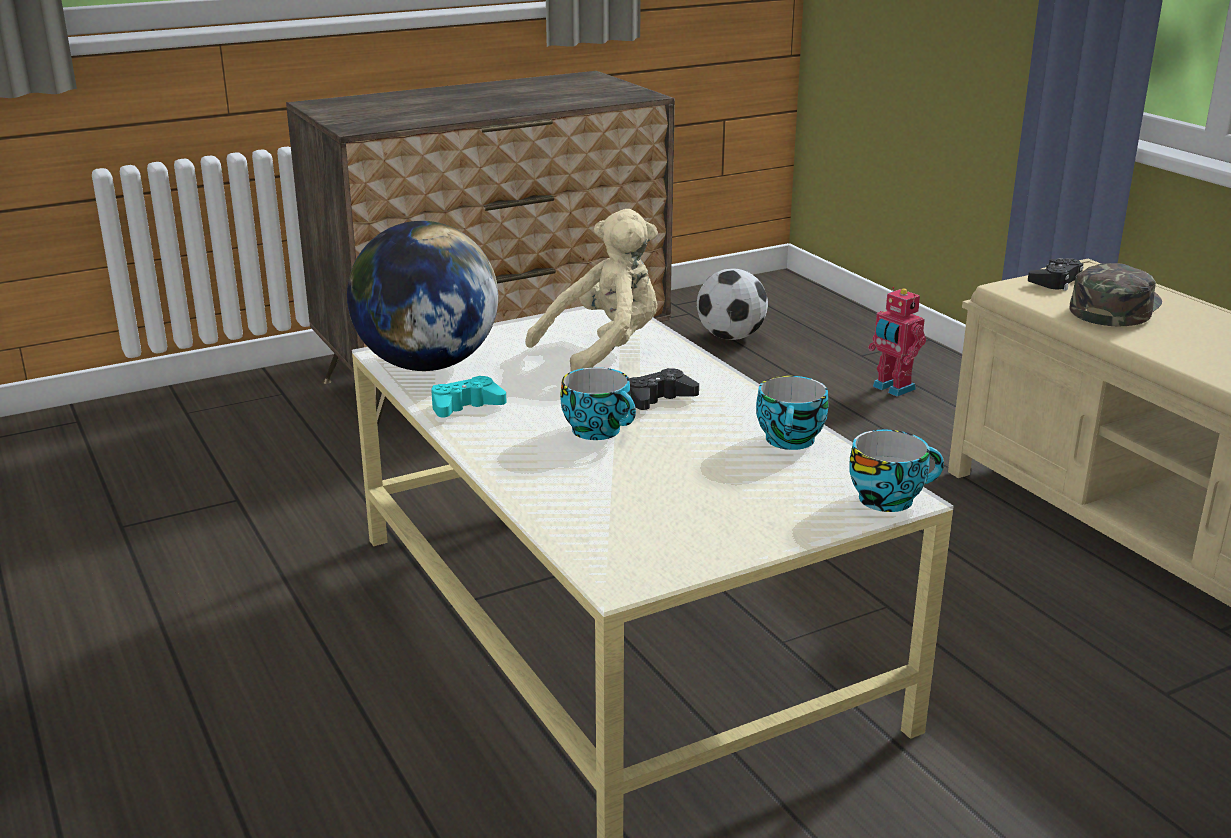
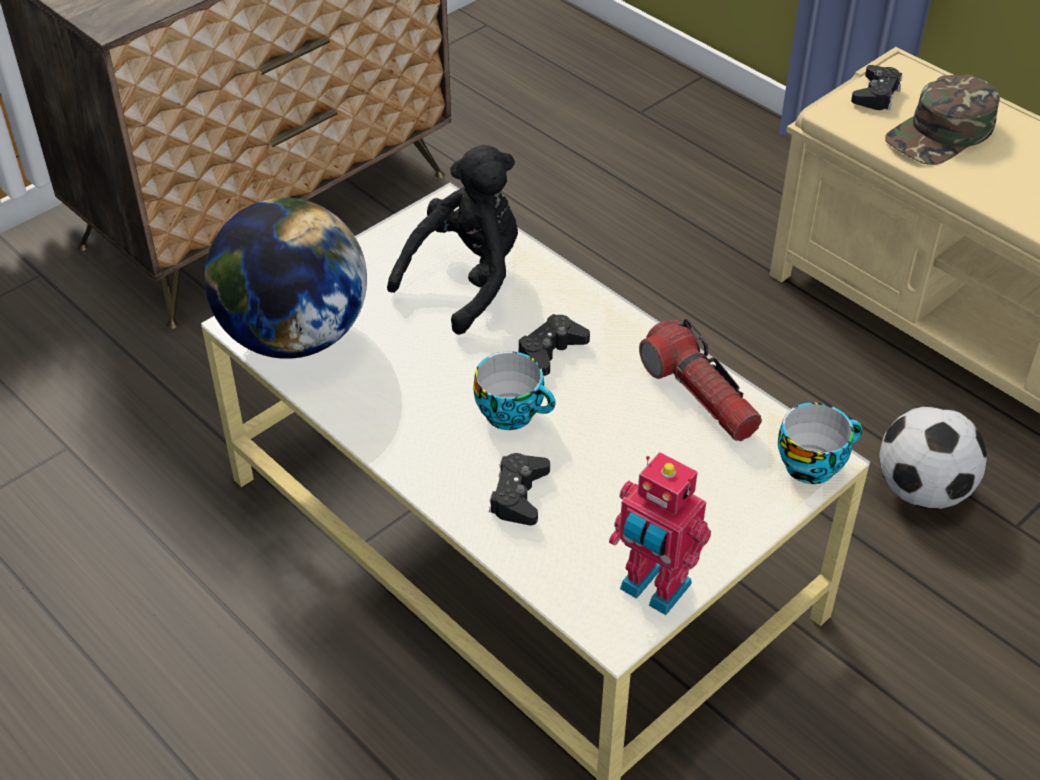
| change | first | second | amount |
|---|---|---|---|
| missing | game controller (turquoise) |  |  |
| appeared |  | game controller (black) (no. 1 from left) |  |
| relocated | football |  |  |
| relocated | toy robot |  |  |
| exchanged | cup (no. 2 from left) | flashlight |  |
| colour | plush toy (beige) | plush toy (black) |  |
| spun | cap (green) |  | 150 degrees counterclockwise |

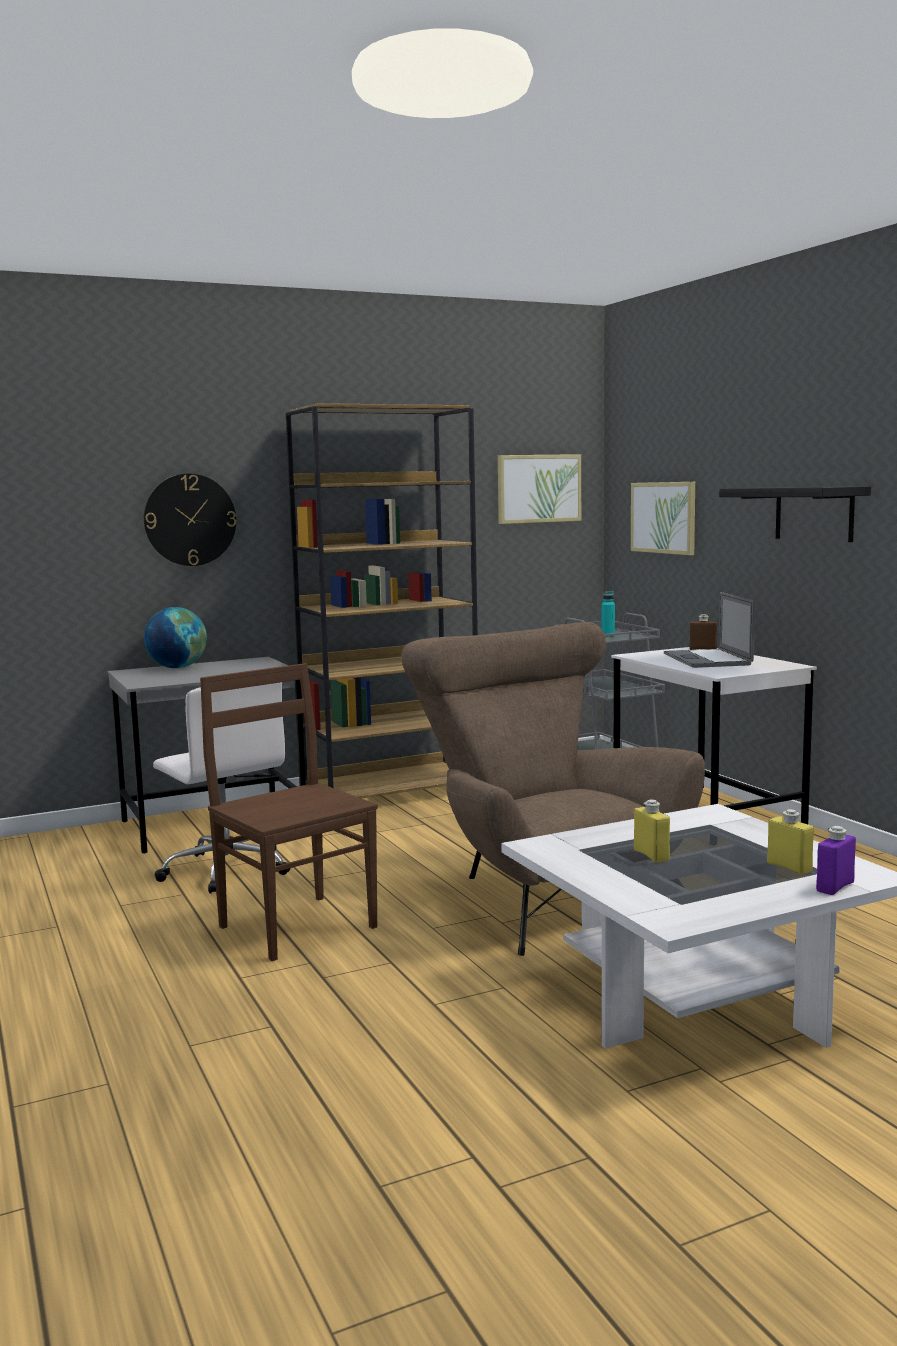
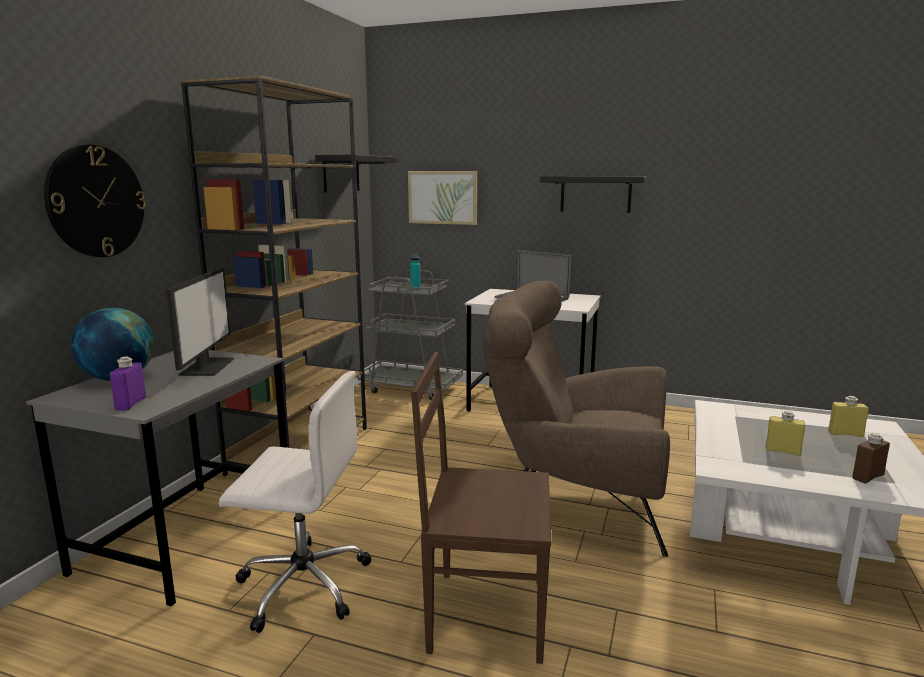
| change | first | second | amount |
|---|---|---|---|
| appeared |  | monitor |  |
| relocated | bottle (brown) |  |  |
| relocated | bottle (purple) |  |  |
| exchanged | picture (no. 1 from left) | shelf (black) (no. 1 from left) |  |

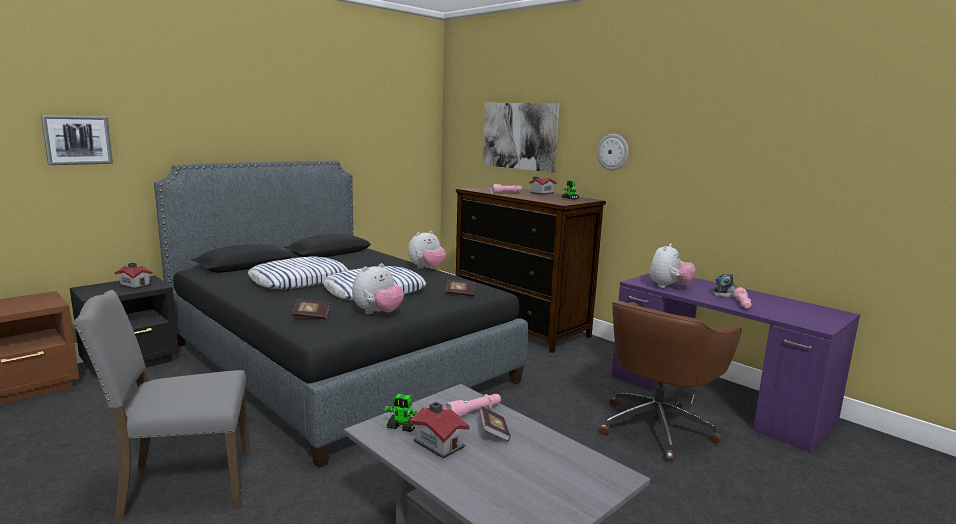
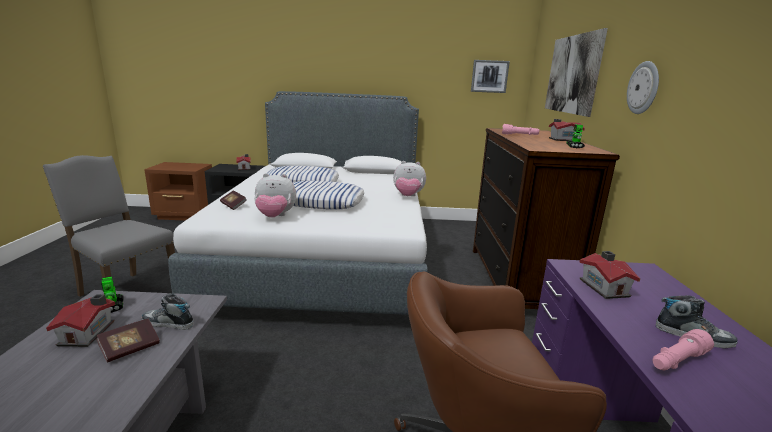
| change | first | second | amount |
|---|---|---|---|
| missing | book (no. 2 from left) |  |  |
| relocated | picture (no. 1 from left) |  |  |
| exchanged | flashlight (pink) (no. 1 from left) | shoe (no. 1 from left) |  |
| exchanged | plush toy (no. 3 from left) | toy house (no. 4 from left) |  |
| colour | bed (black) | bed (white) |  |

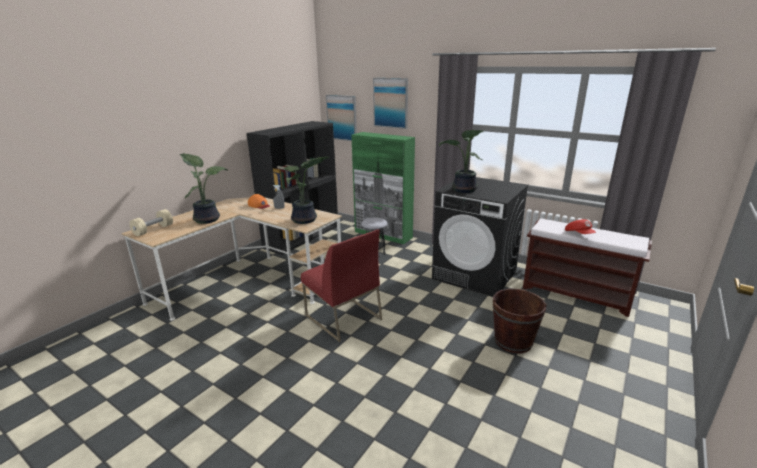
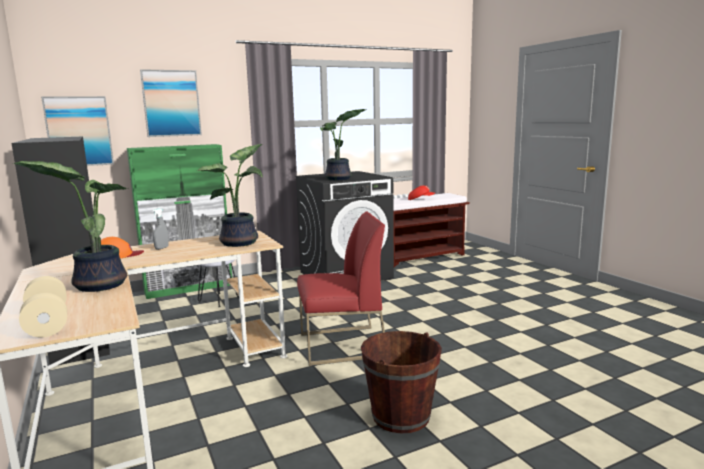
| change | first | second | amount |
|---|---|---|---|
| relocated | bucket (brown) |  |  |

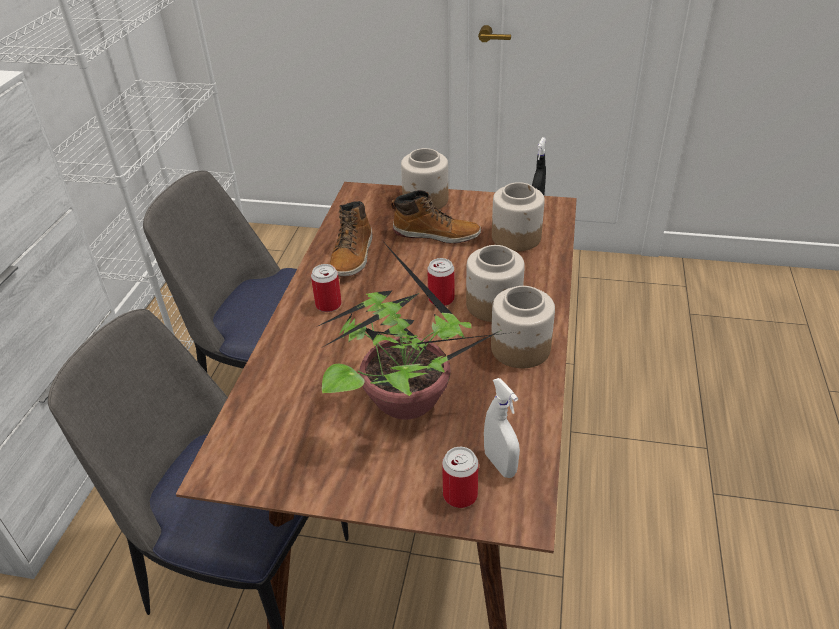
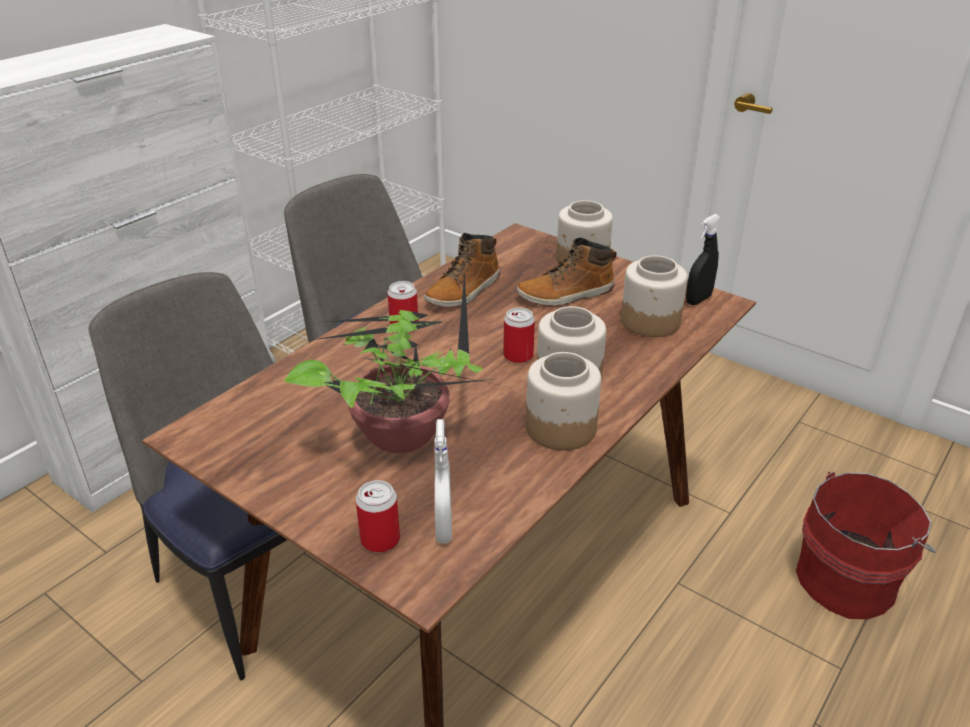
| change | first | second | amount |
|---|---|---|---|
| appeared |  | bucket (red) |  |
| spun | boot (no. 2 from left) |  | 120 degrees clockwise |

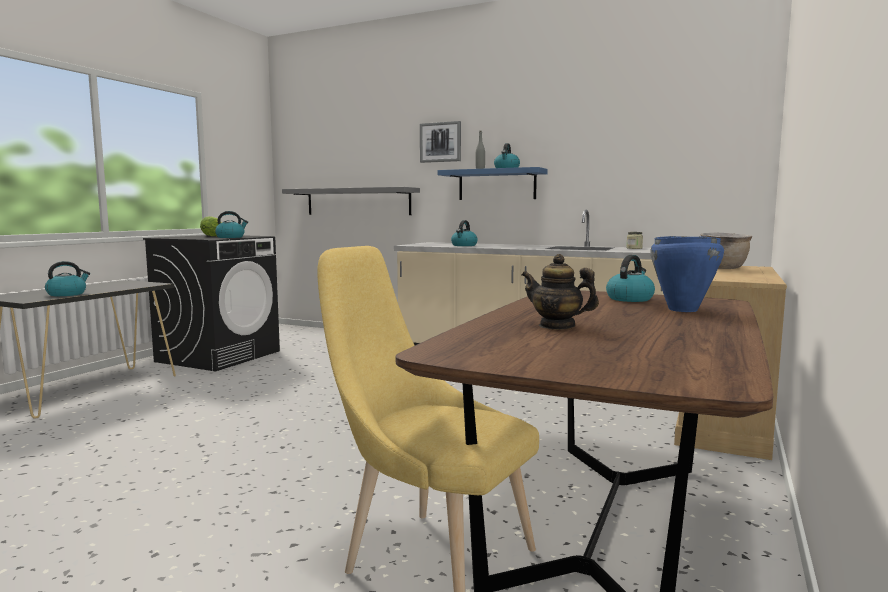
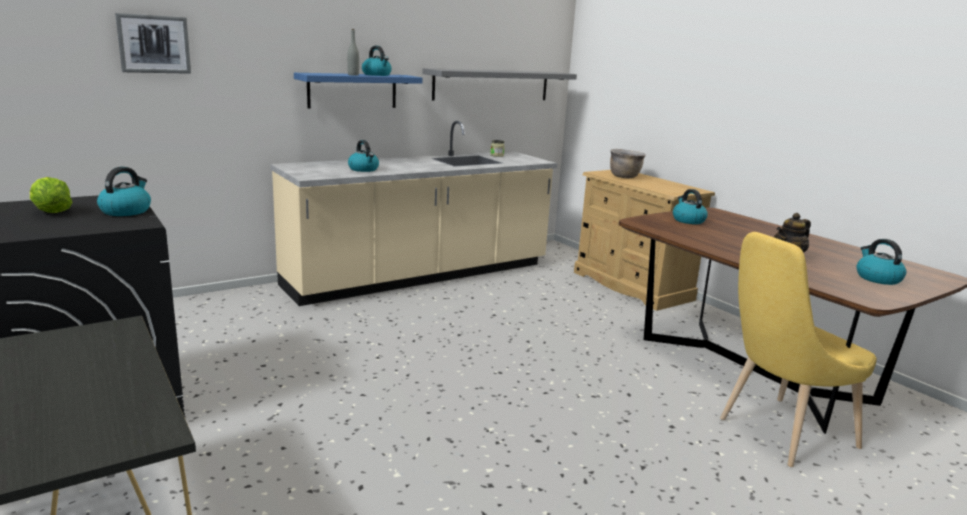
| change | first | second | amount |
|---|---|---|---|
| missing | cooking pot (blue) |  |  |
| relocated | kettle (no. 1 from left in the first image) | kettle (no. 5 from left) |  |
| relocated | shelf (grey) |  |  |
| relocated | picture |  |  |

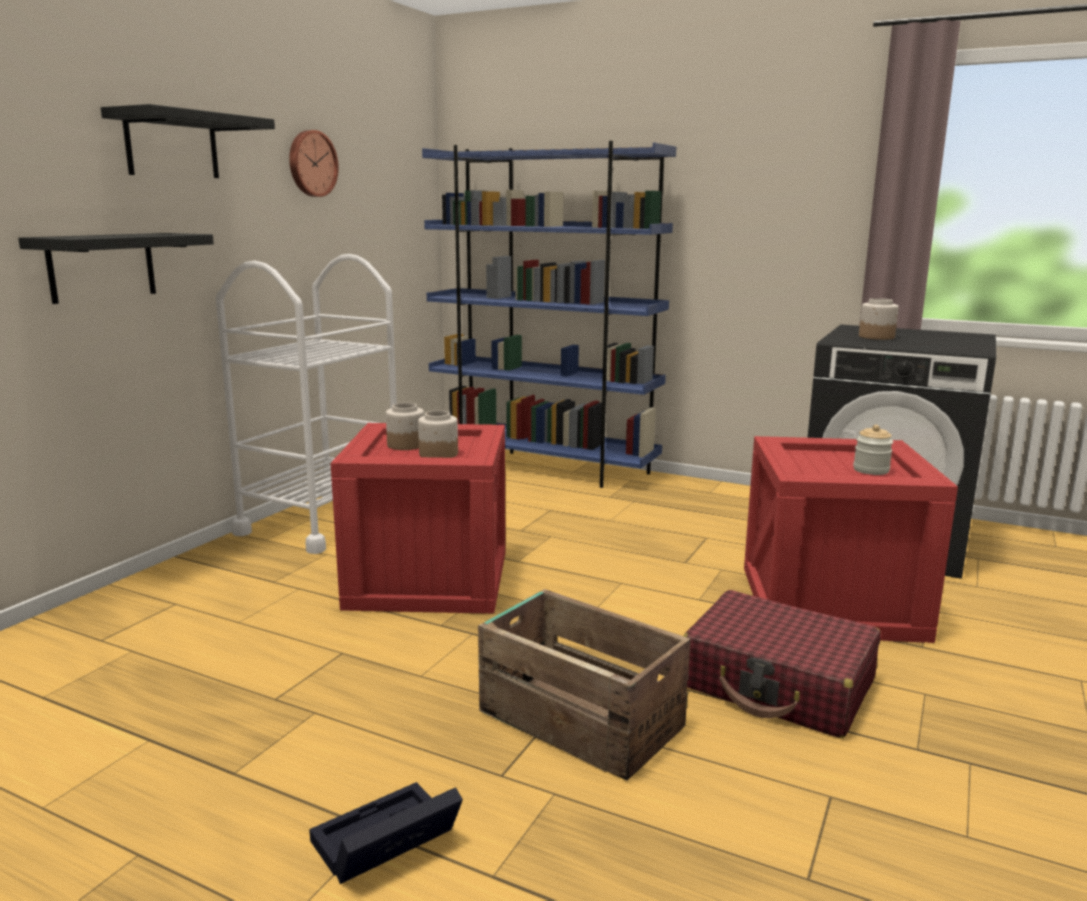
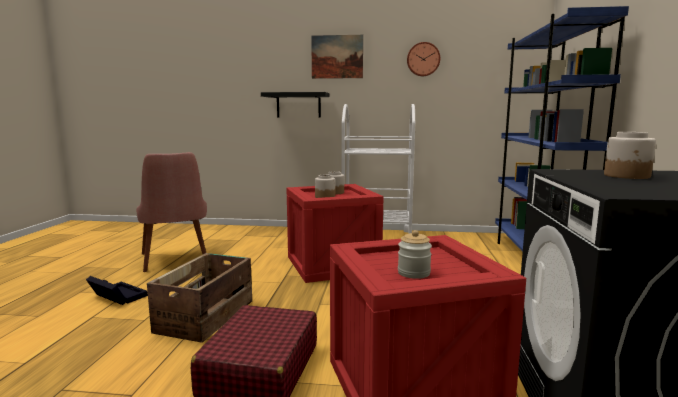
| change | first | second | amount |
|---|---|---|---|
| appeared |  | chair (pink) |  |
| exchanged | shelf (black) (no. 2 from left) | picture |  |

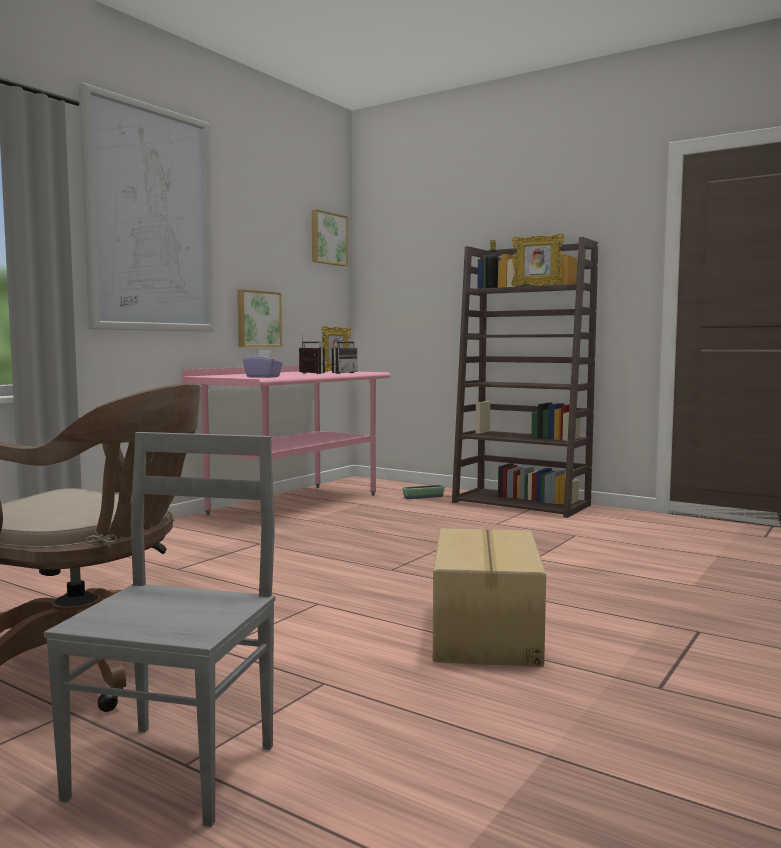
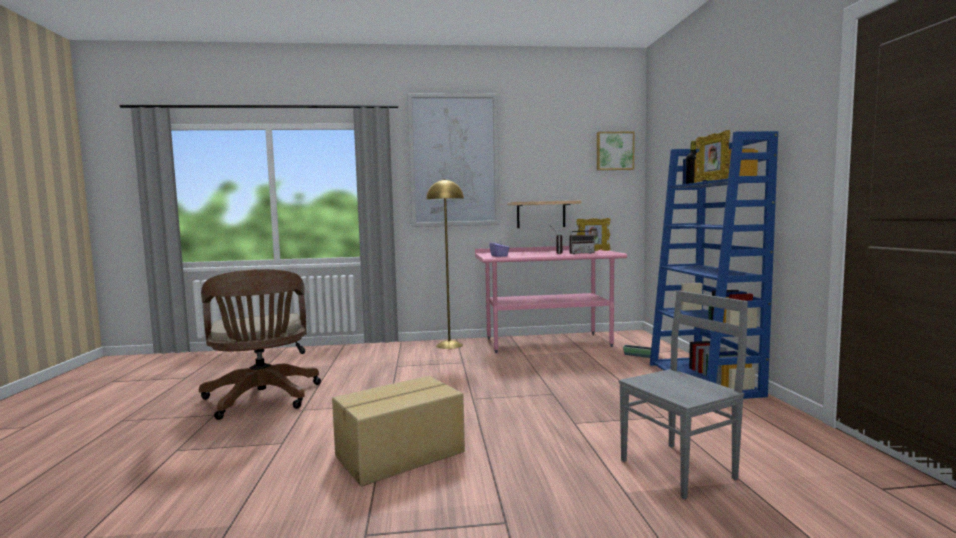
| change | first | second | amount |
|---|---|---|---|
| appeared |  | floor lamp (yellow) |  |
| relocated | chair (grey) |  |  |
| exchanged | picture (no. 2 from left) | shelf |  |
| colour | bookcase (brown) | bookcase (blue) |  |

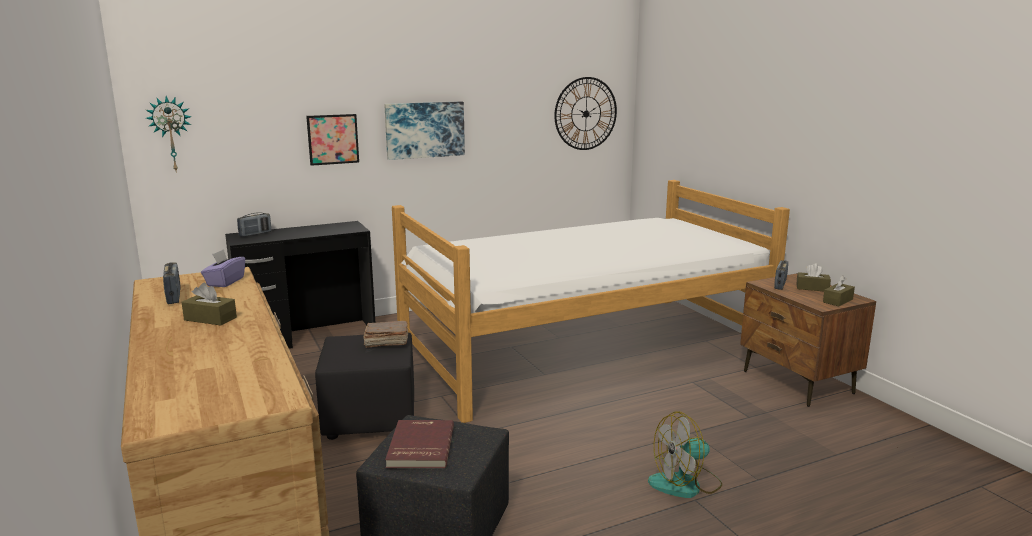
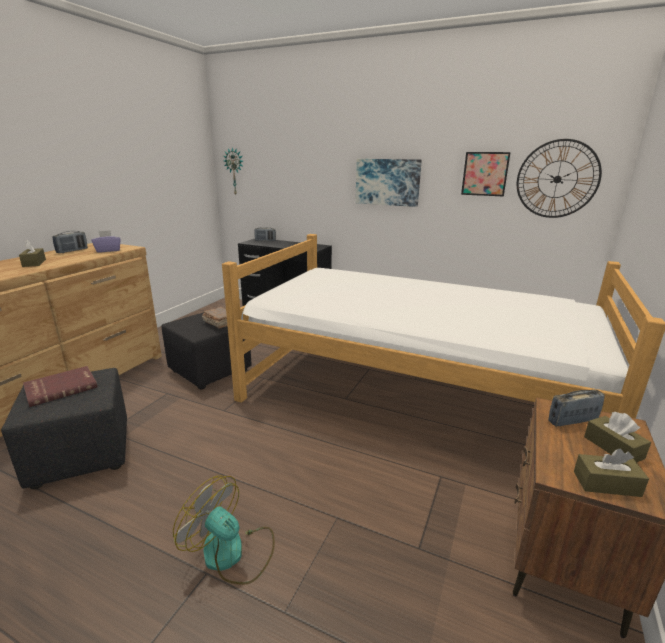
| change | first | second | amount |
|---|---|---|---|
| relocated | picture (no. 1 from left in the first image) | picture (no. 2 from left) |  |

